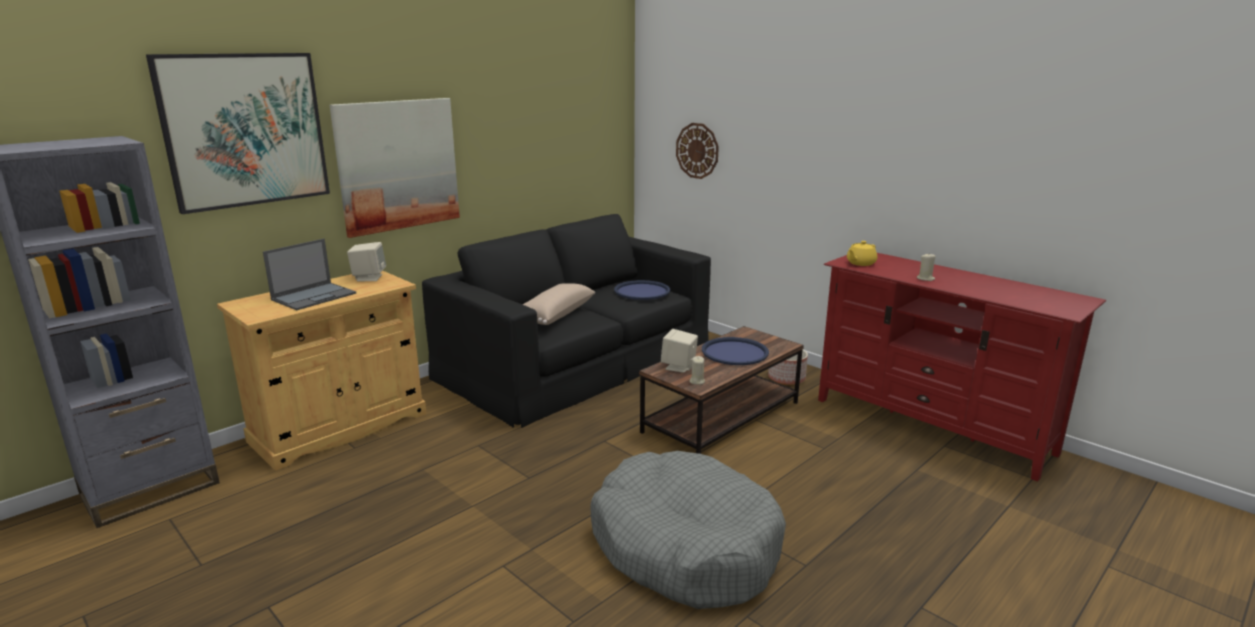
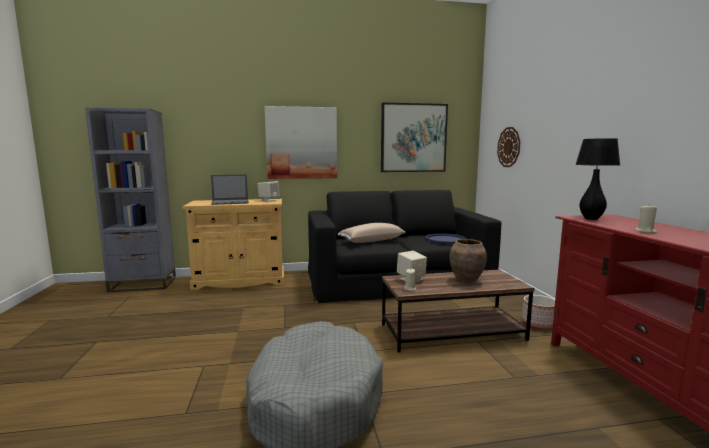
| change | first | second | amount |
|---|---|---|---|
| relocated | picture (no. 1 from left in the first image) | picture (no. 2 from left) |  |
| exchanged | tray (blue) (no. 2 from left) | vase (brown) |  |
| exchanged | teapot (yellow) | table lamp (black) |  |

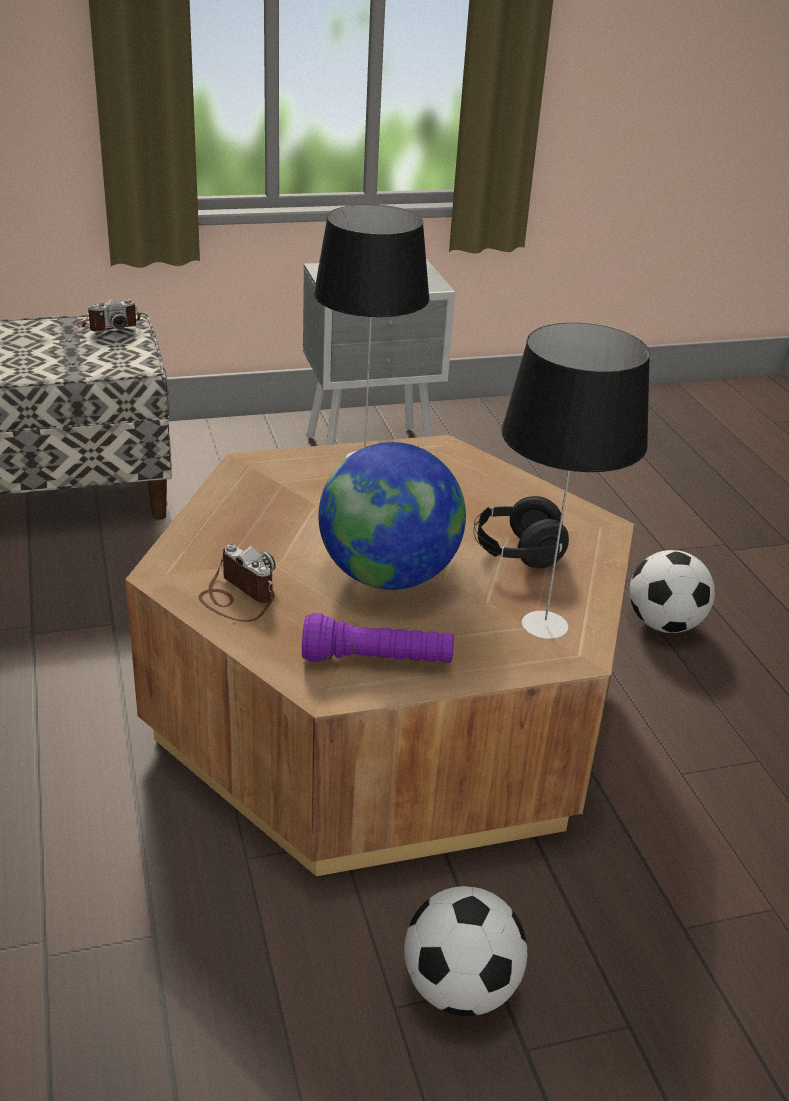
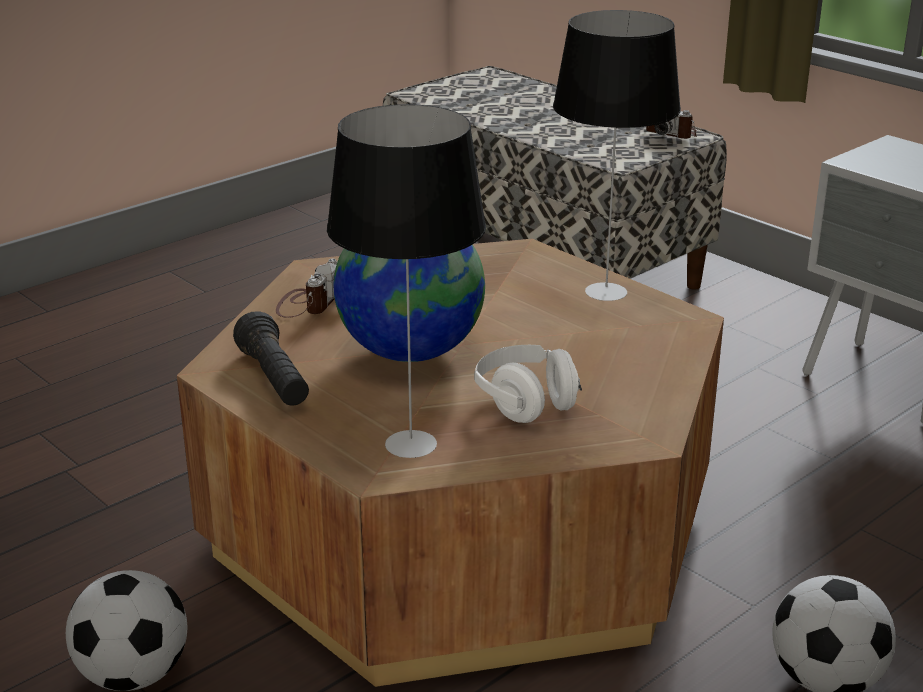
| change | first | second | amount |
|---|---|---|---|
| colour | flashlight (purple) | flashlight (black) |  |
| colour | headphones (black) | headphones (white) |  |

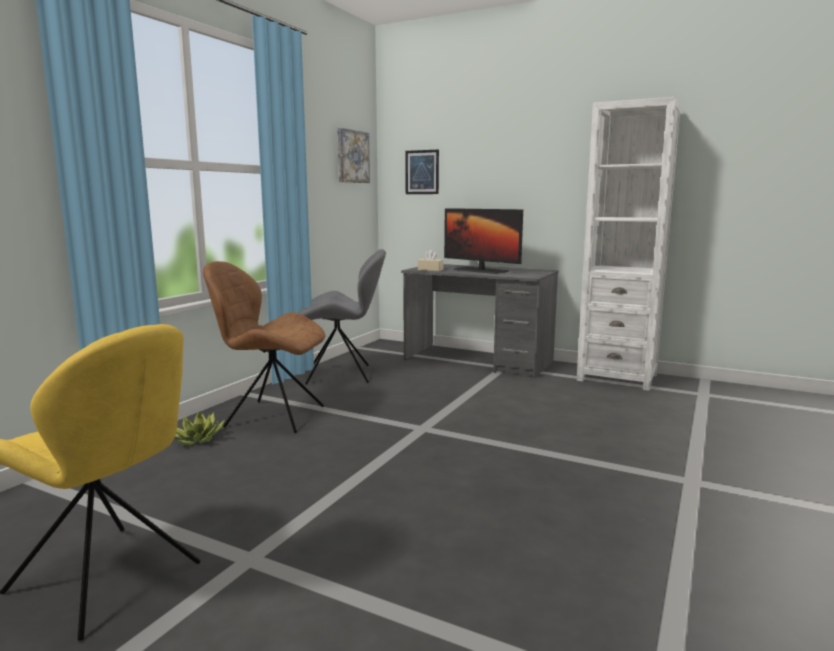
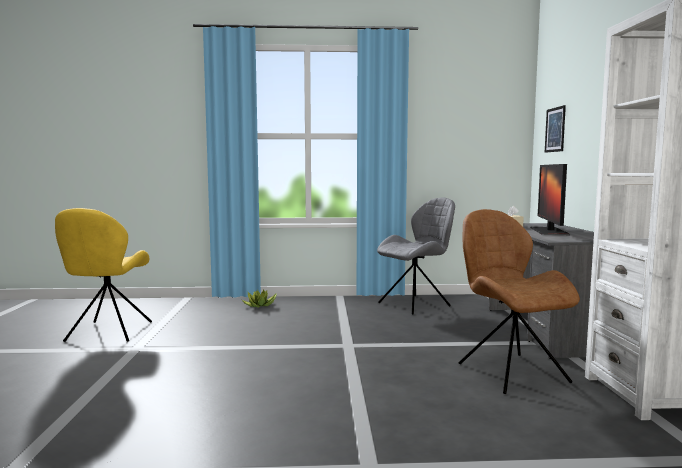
| change | first | second | amount |
|---|---|---|---|
| missing | picture (no. 1 from left) |  |  |
| relocated | chair (brown) |  |  |
| spun | chair (grey) |  | 90 degrees counterclockwise |

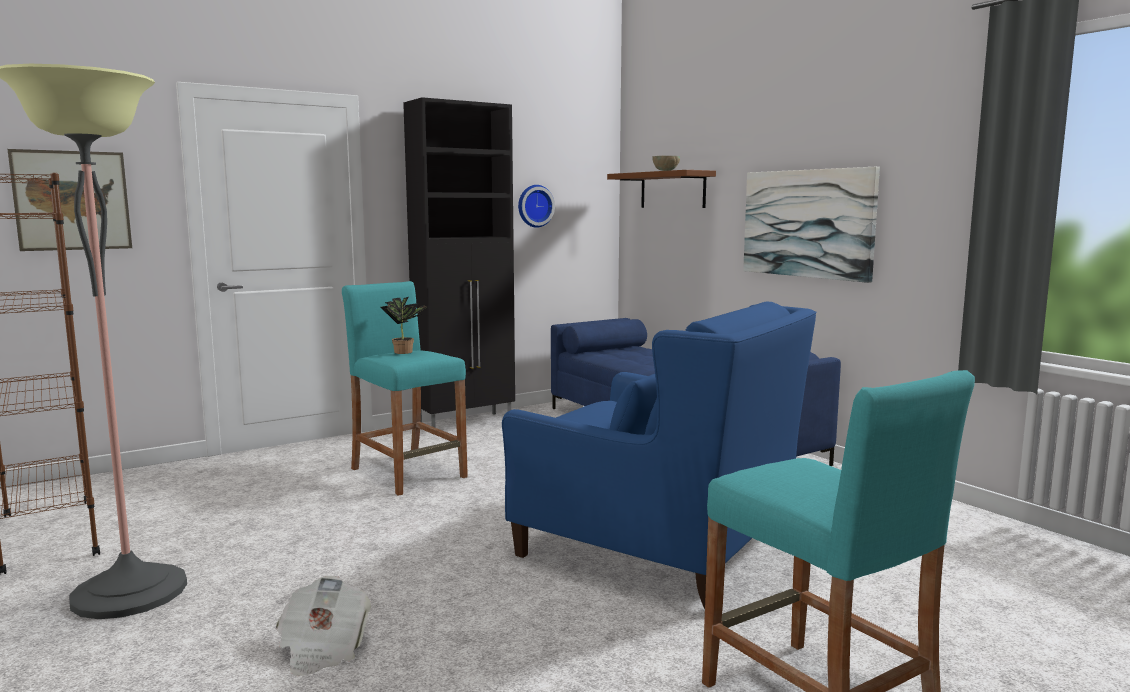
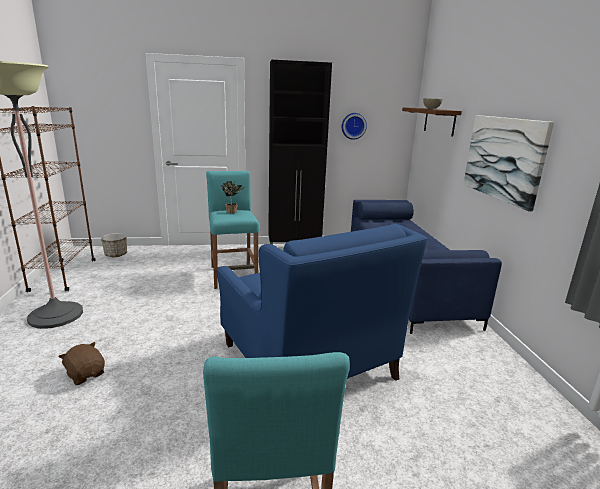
| change | first | second | amount |
|---|---|---|---|
| missing | picture (no. 1 from left) |  |  |
| appeared |  | planter |  |
| exchanged | newspaper | plush toy (brown) |  |

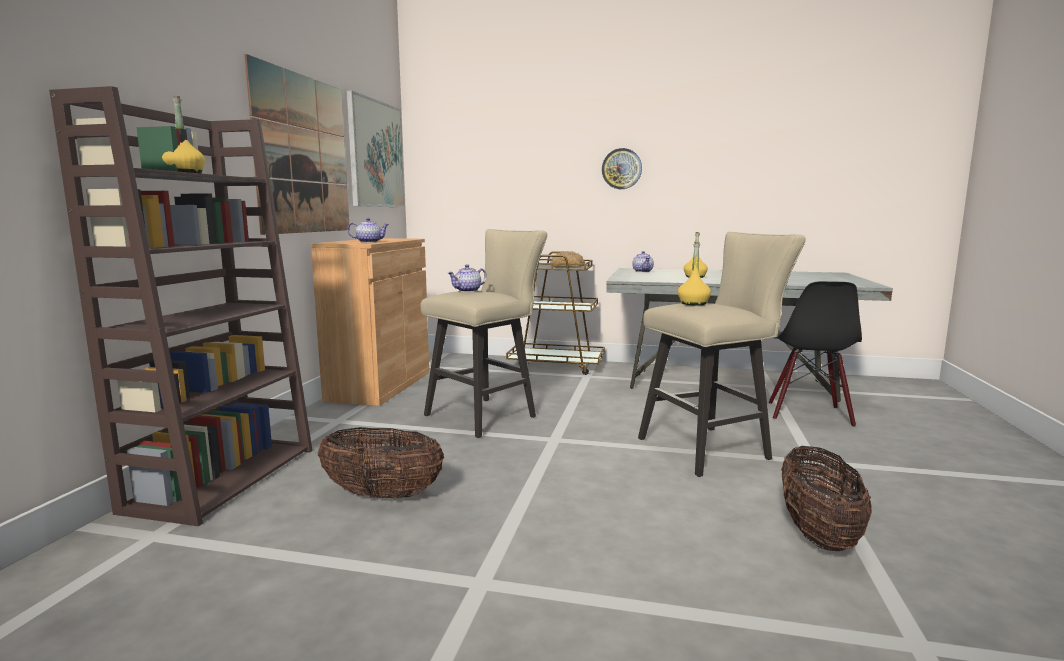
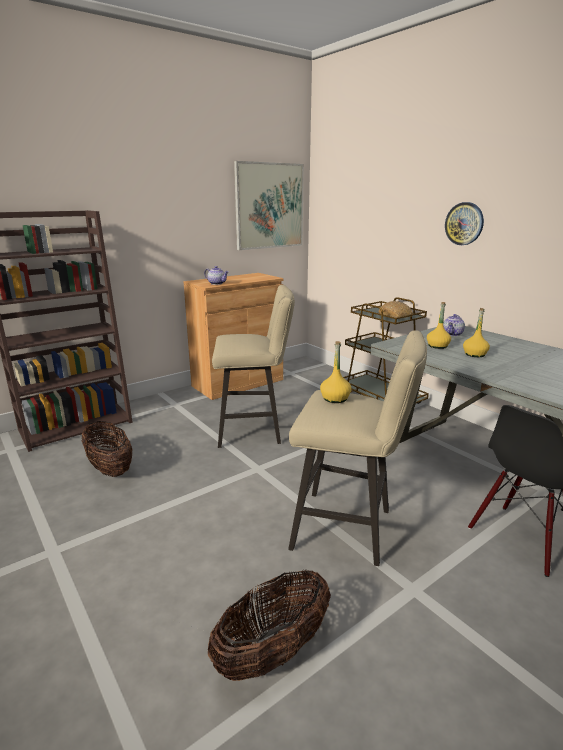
| change | first | second | amount |
|---|---|---|---|
| missing | picture (no. 1 from left) |  |  |
| missing | teapot (no. 2 from left) |  |  |
| relocated | bottle (yellow) (no. 1 from left in the first image) | bottle (yellow) (no. 2 from left) |  |

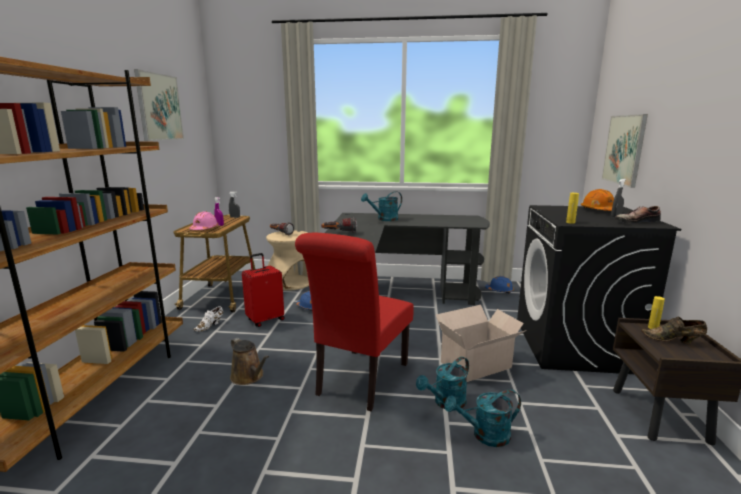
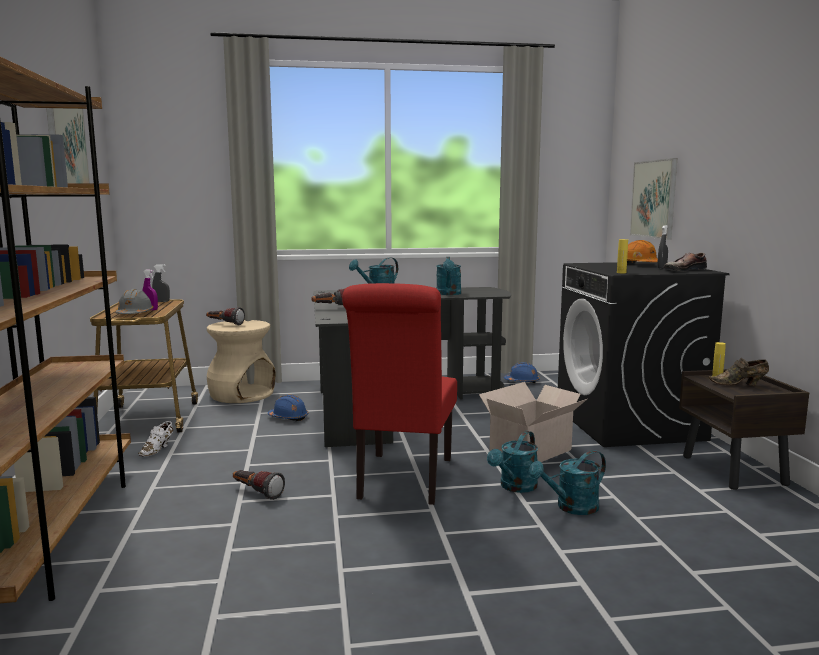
| change | first | second | amount |
|---|---|---|---|
| missing | suitcase (red) |  |  |
| appeared |  | watering can (turquoise) (no. 2 from left) |  |
| exchanged | watering can (brown) | flashlight (no. 2 from left) |  |
| colour | hard hat (pink) | hard hat (grey) |  |

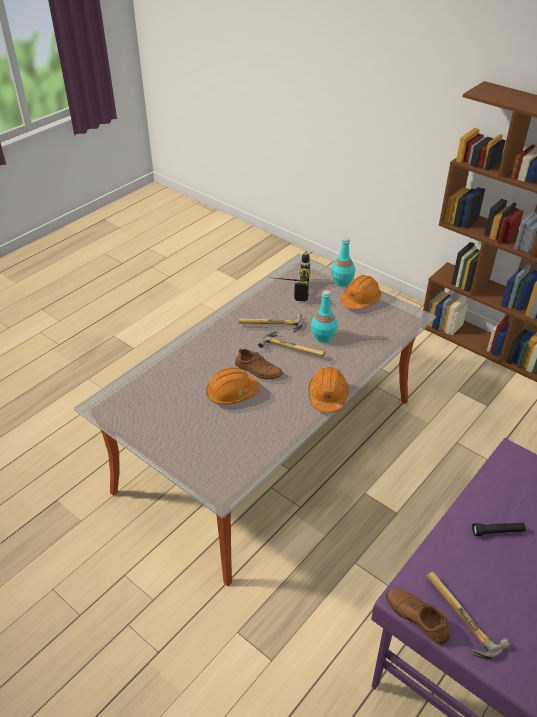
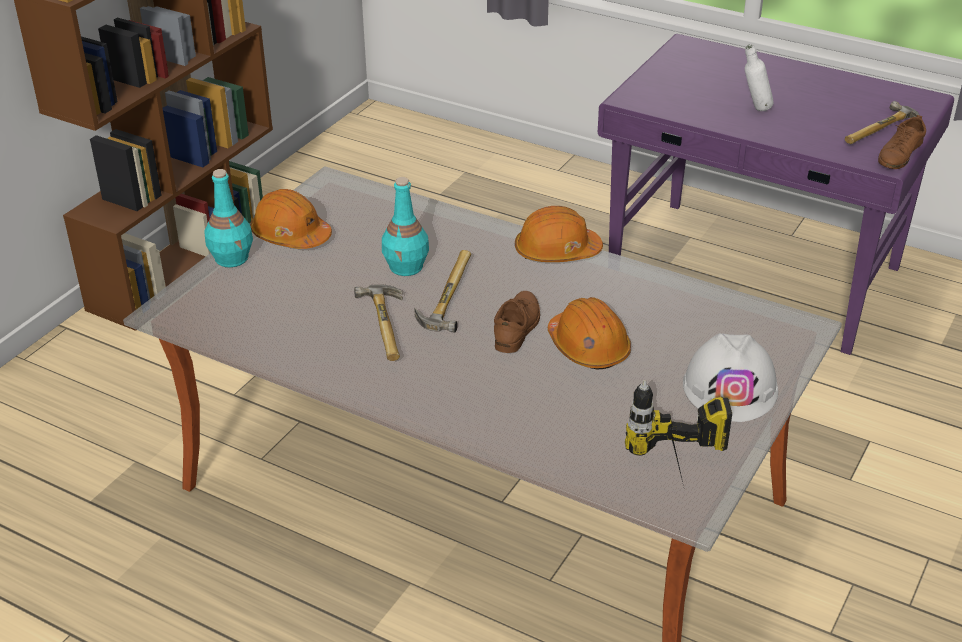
| change | first | second | amount |
|---|---|---|---|
| appeared |  | hard hat (white) |  |
| relocated | power drill |  |  |
| exchanged | flashlight (black) | bottle (white) |  |

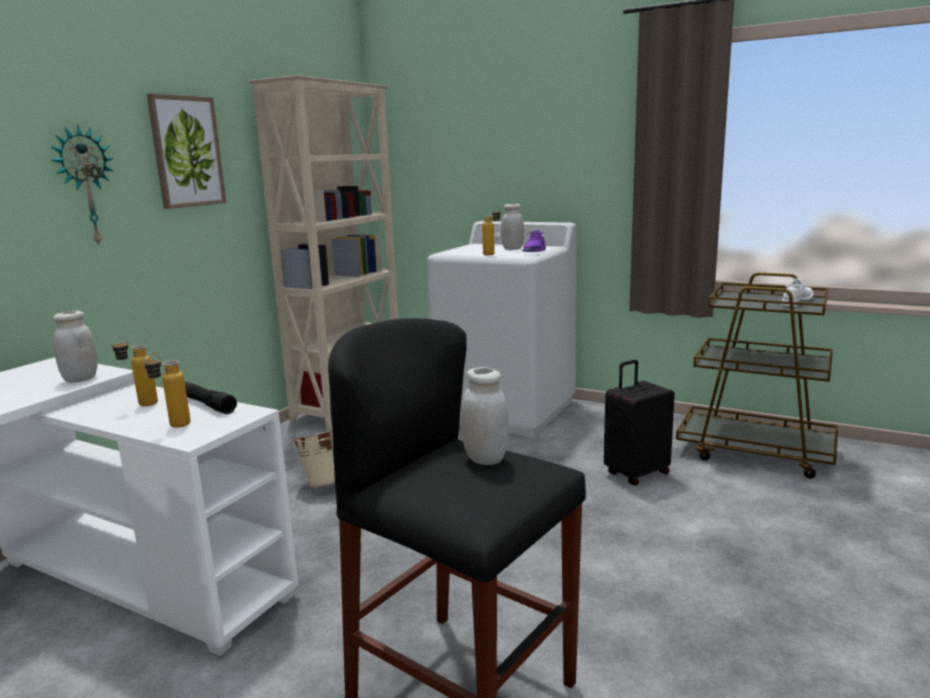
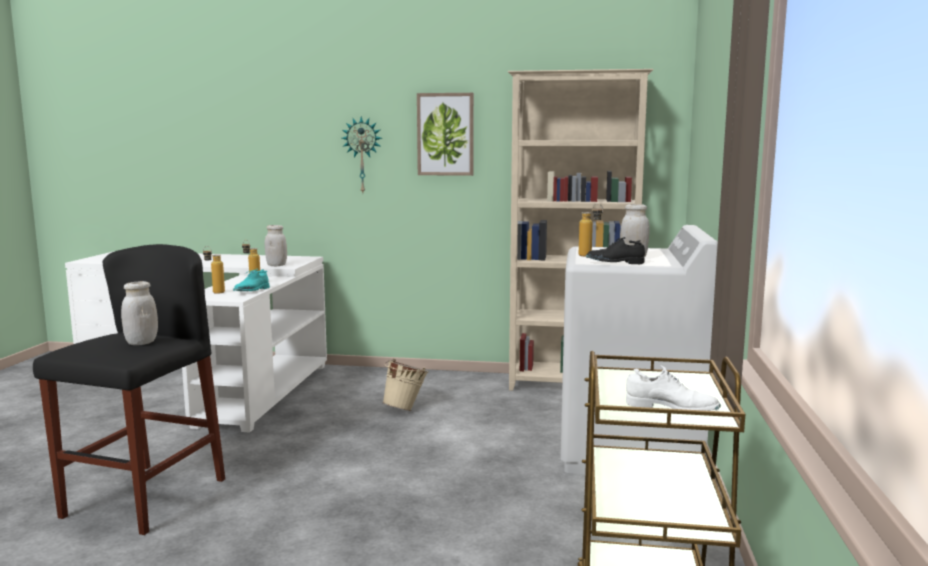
| change | first | second | amount |
|---|---|---|---|
| missing | suitcase (black) |  |  |
| exchanged | flashlight (black) | shoe (turquoise) |  |
| colour | shoe (purple) | shoe (black) |  |

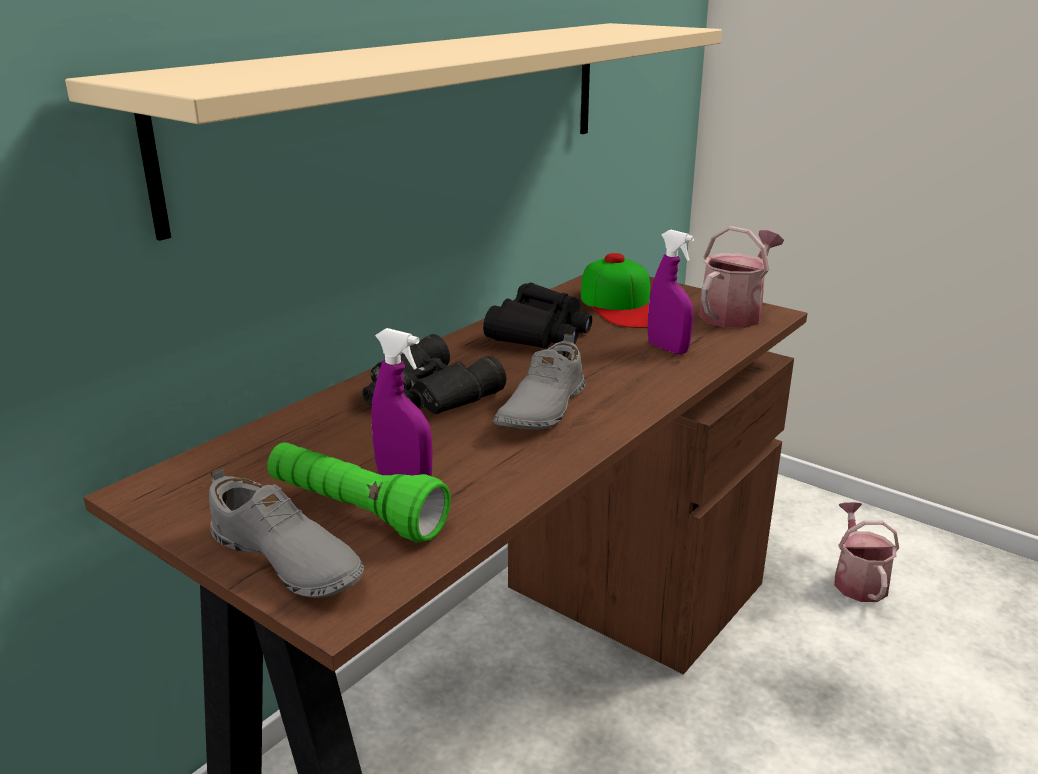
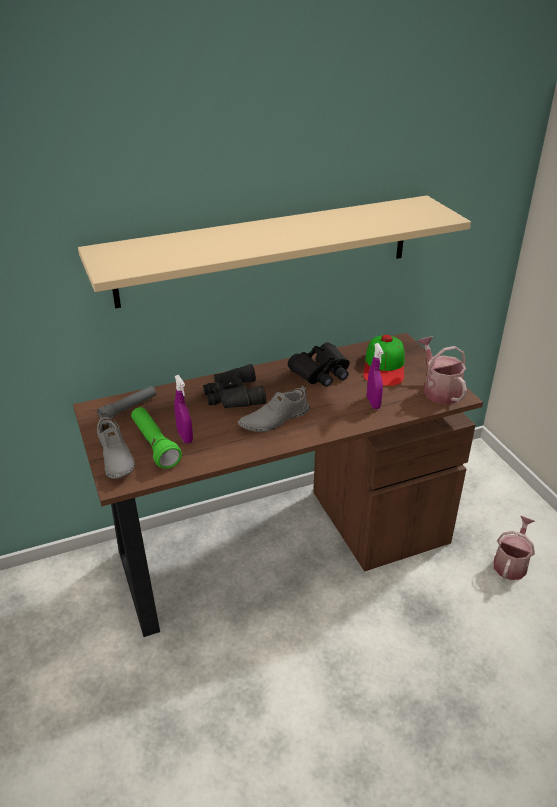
| change | first | second | amount |
|---|---|---|---|
| appeared |  | flashlight (grey) |  |
| spun | watering can (no. 1 from left) |  | 90 degrees counterclockwise |

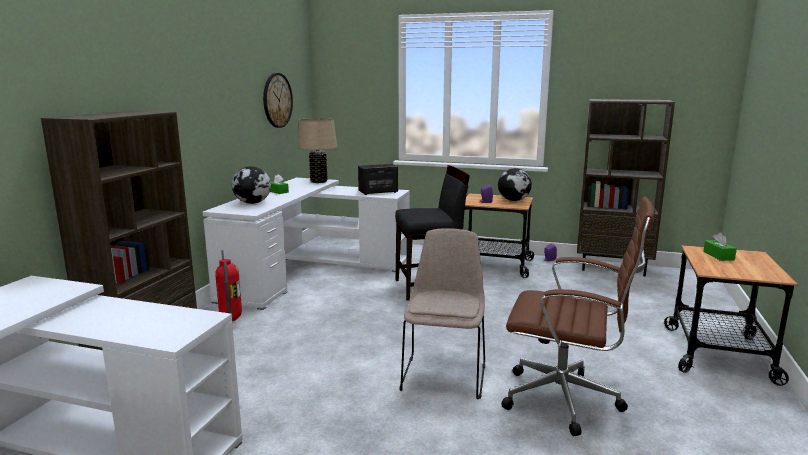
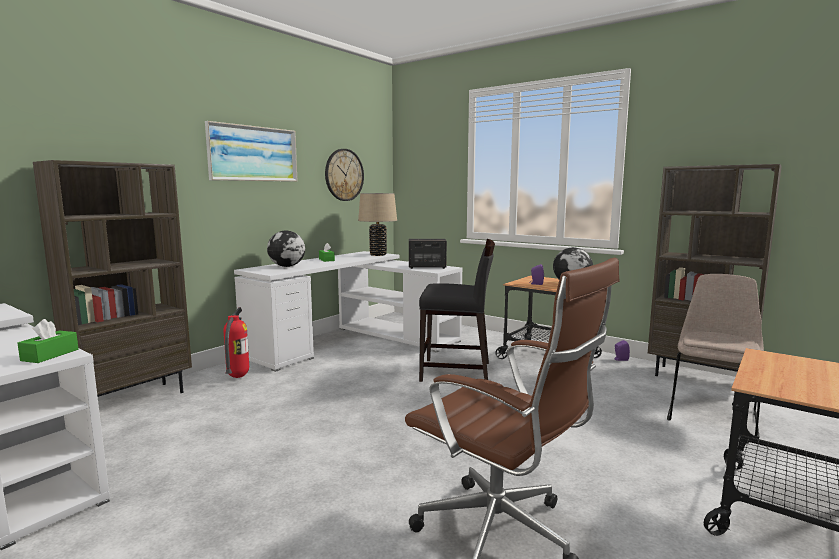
| change | first | second | amount |
|---|---|---|---|
| appeared |  | picture |  |
| relocated | chair (beige) |  |  |
| relocated | tissue box (green) (no. 2 from left in the first image) | tissue box (green) (no. 1 from left) |  |

